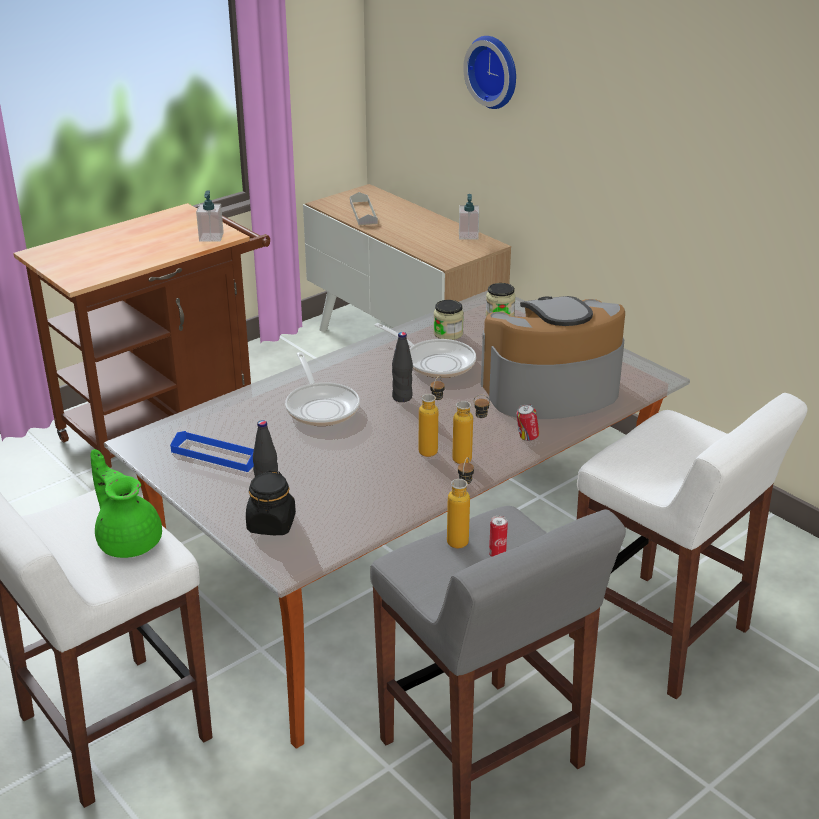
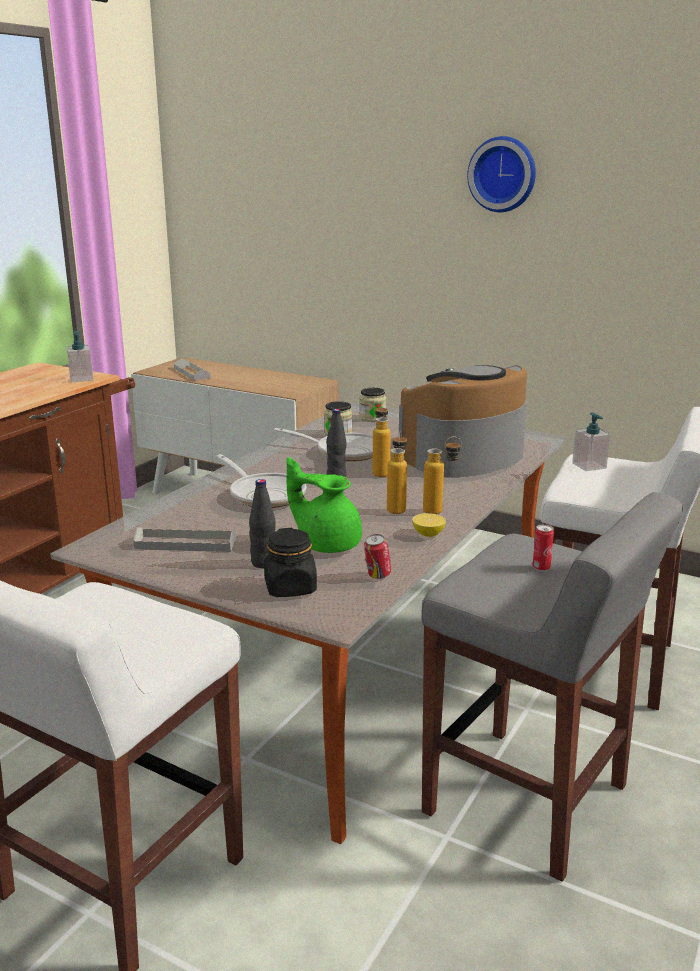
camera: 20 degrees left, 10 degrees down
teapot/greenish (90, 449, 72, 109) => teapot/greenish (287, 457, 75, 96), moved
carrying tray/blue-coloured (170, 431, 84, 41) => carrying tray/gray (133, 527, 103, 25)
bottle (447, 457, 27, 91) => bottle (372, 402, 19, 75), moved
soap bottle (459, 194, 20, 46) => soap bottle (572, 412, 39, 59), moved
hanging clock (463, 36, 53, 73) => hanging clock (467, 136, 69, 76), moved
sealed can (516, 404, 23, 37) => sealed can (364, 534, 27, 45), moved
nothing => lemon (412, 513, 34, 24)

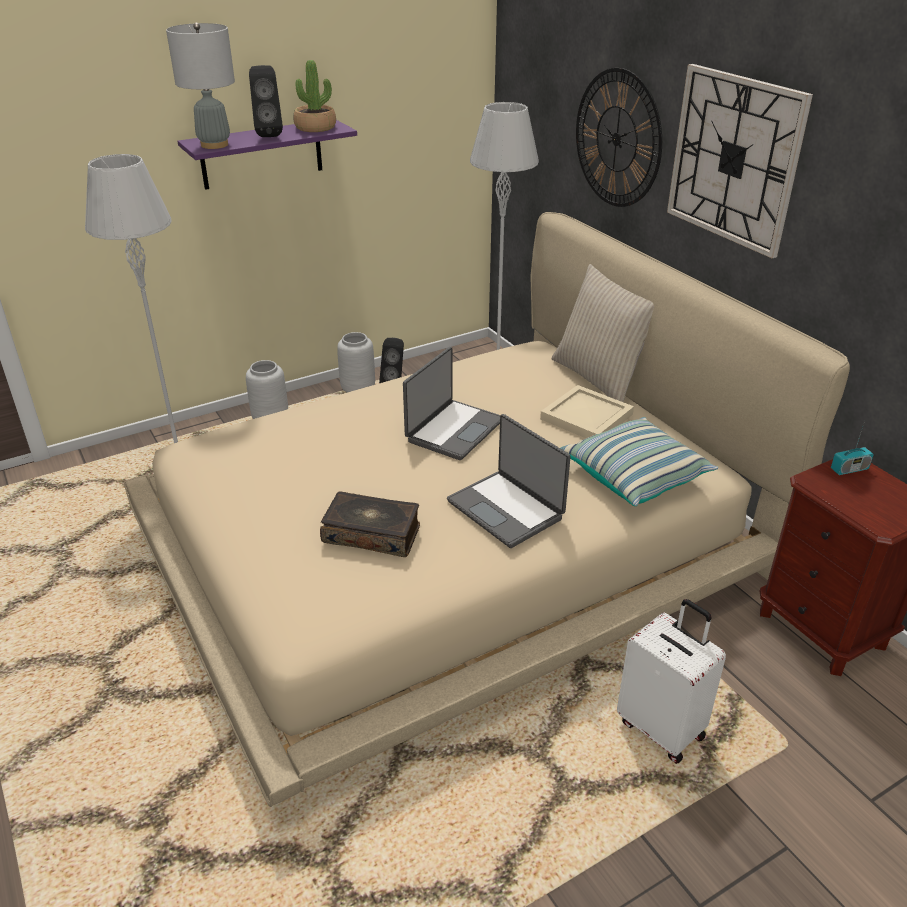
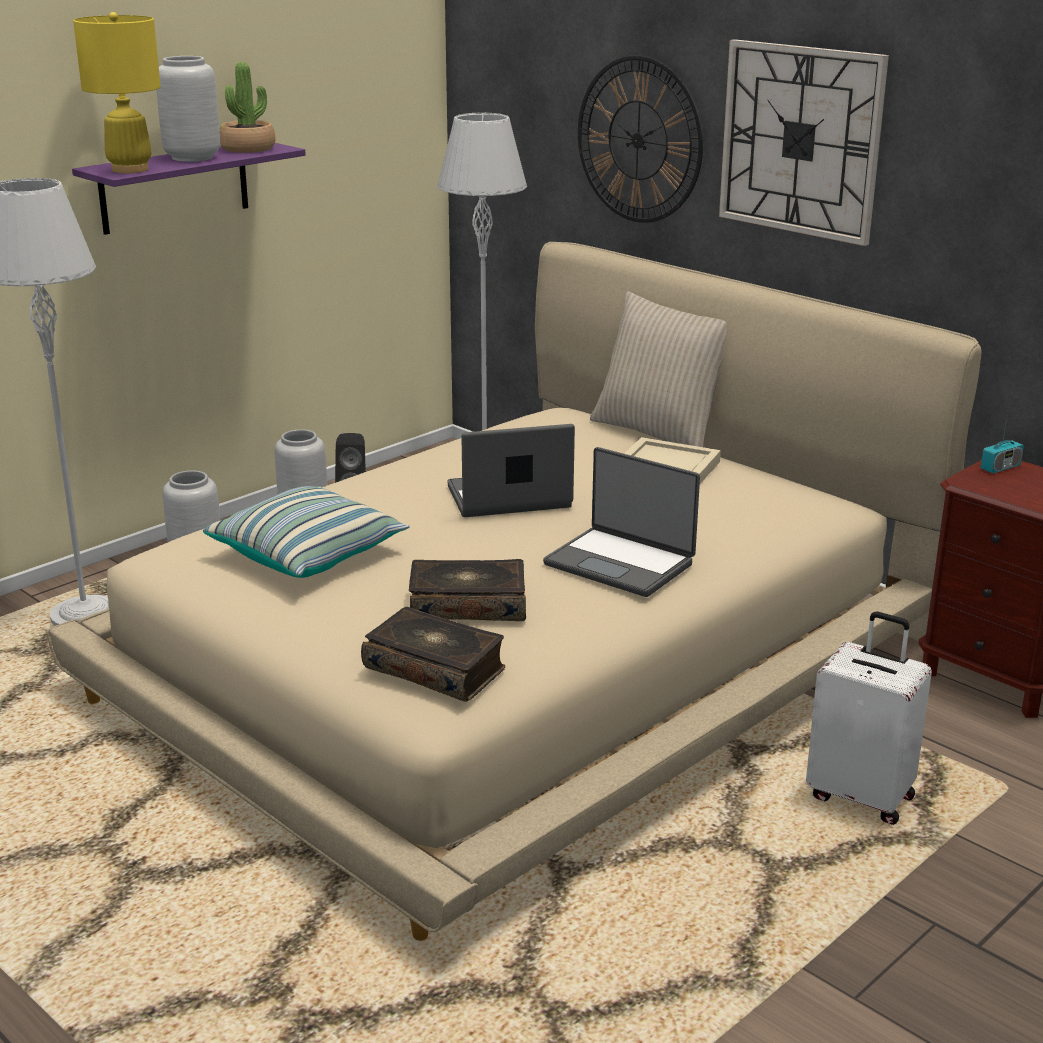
camera: 15 degrees left, 10 degrees down
table lamp/gray (166, 23, 69, 126) => table lamp/yellow (73, 12, 88, 161)
audio speaker/black-coloured (249, 65, 34, 72) => decorative vase/gray (156, 56, 64, 106)
notebook computer (403, 347, 98, 113) => notebook computer (448, 424, 127, 93), 120 degrees counterclockwise
cushion (561, 417, 157, 89) => cushion (203, 486, 207, 92), moved
nothing => bound book (361, 607, 144, 95)

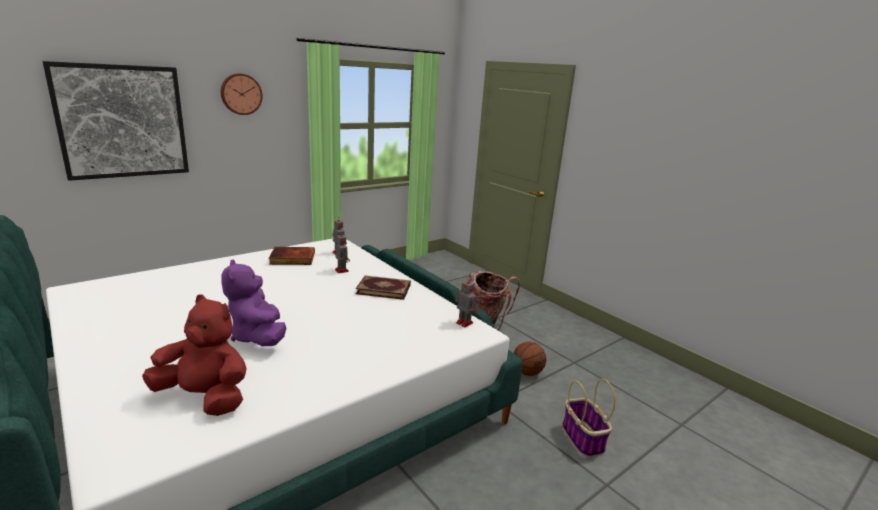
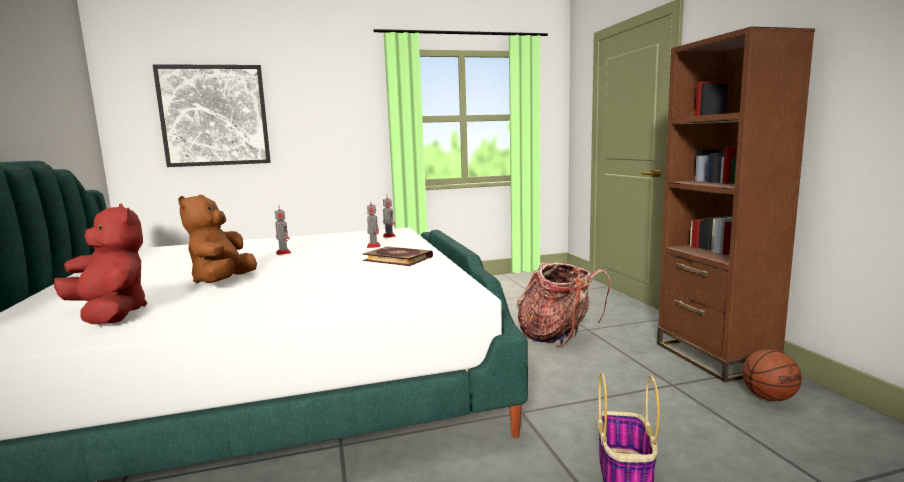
camera: 25 degrees right, 10 degrees down
hanging clock (221, 73, 42, 42) => nothing
plush toy/purple-coloured (222, 259, 64, 87) => plush toy/brownish (178, 195, 79, 88)
bound book (269, 247, 46, 18) => nothing
toy robot (455, 278, 23, 49) => toy robot (275, 209, 16, 46), moved
ball for basketball (513, 342, 33, 34) => ball for basketball (742, 349, 60, 52), moved
nothing => bookshelf/brownish (657, 27, 158, 355)

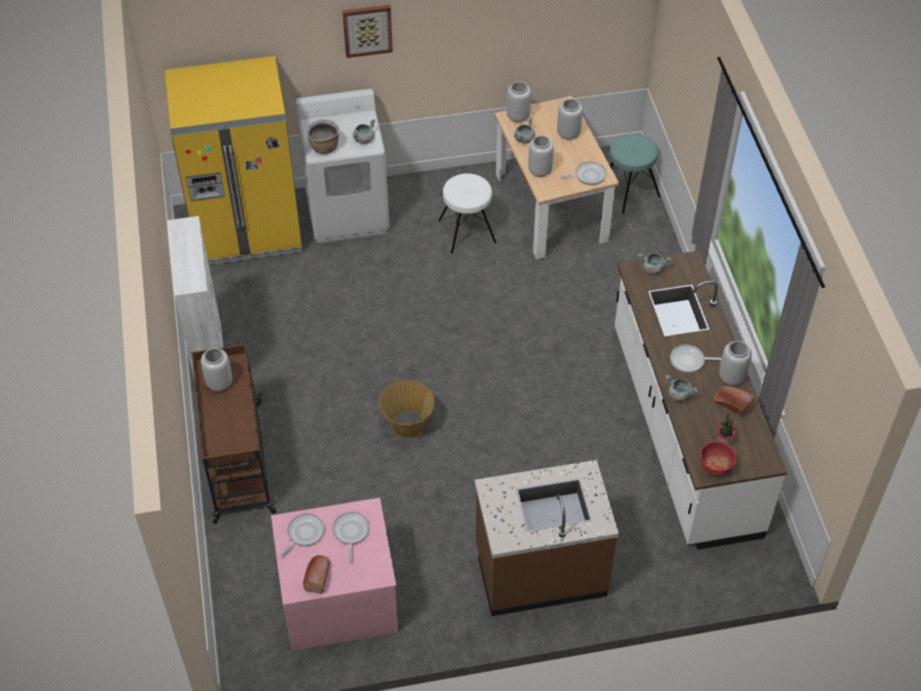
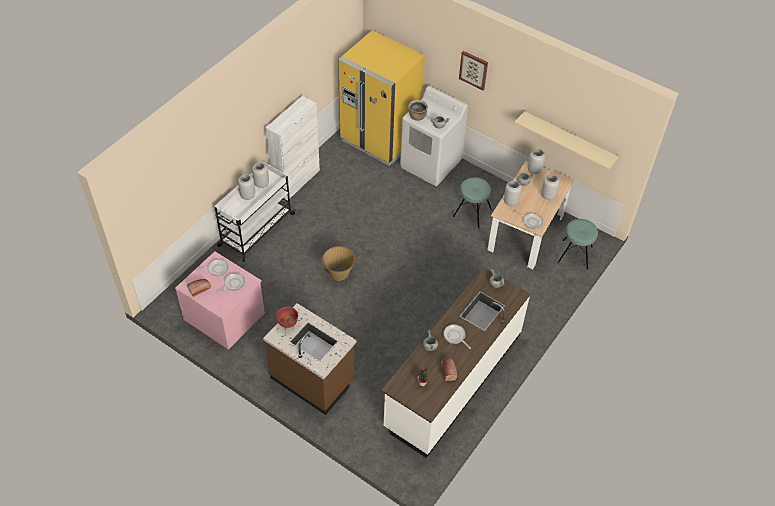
camera: 45 degrees right, 0 degrees up
wheeled cart/brownish (192, 344, 84, 180) => wheeled cart/whitish (214, 162, 82, 100)
stool seat/whitish (438, 173, 58, 80) => stool seat/turquoise (453, 177, 39, 52)
serving bowl/reddish (700, 441, 37, 35) => serving bowl/reddish (276, 307, 22, 21), moved
decorative vase/gray (719, 341, 33, 44) => decorative vase/gray (238, 174, 17, 26), moved
nothing => shelf/sand-coloured (515, 111, 104, 58)

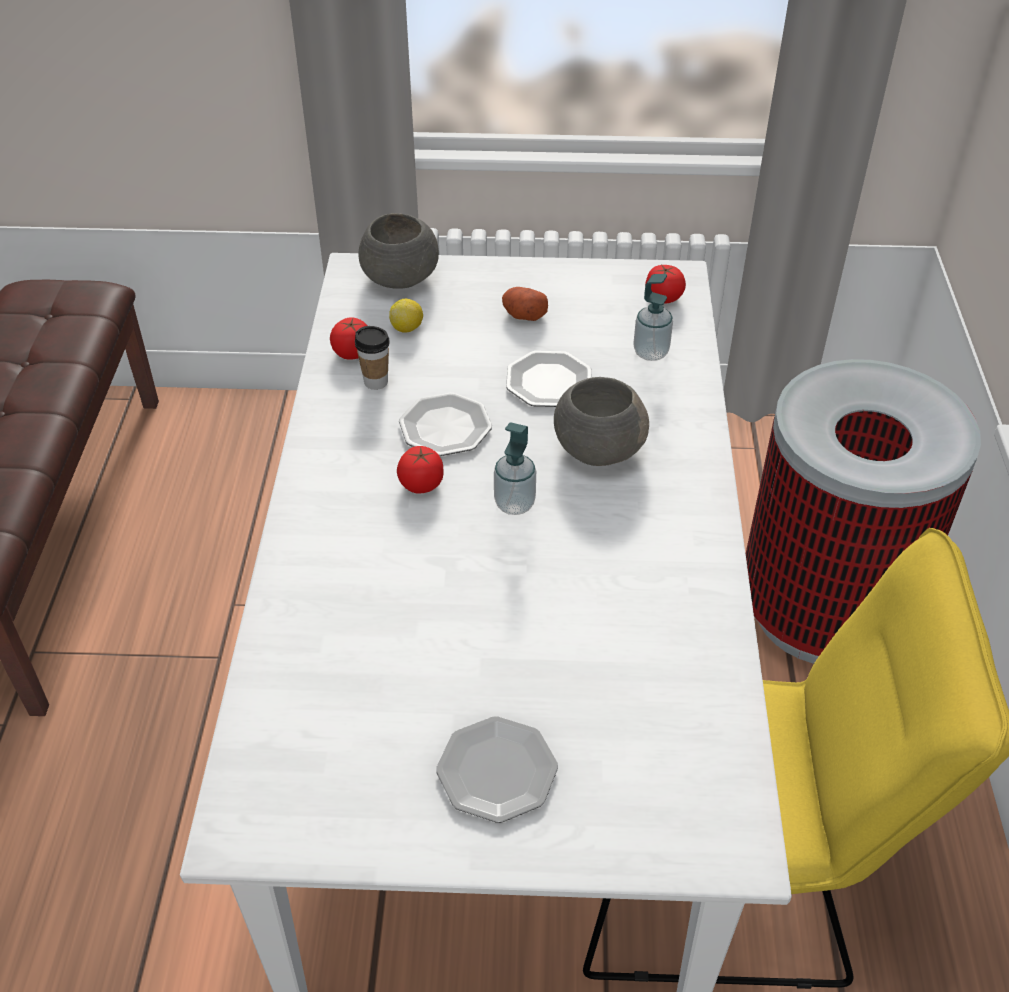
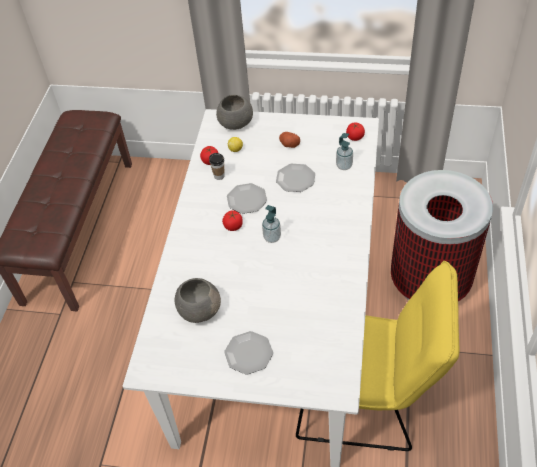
camera: 10 degrees right, 5 degrees up
serving bowl/gray (554, 377, 95, 89) => serving bowl/gray (175, 278, 46, 45), moved

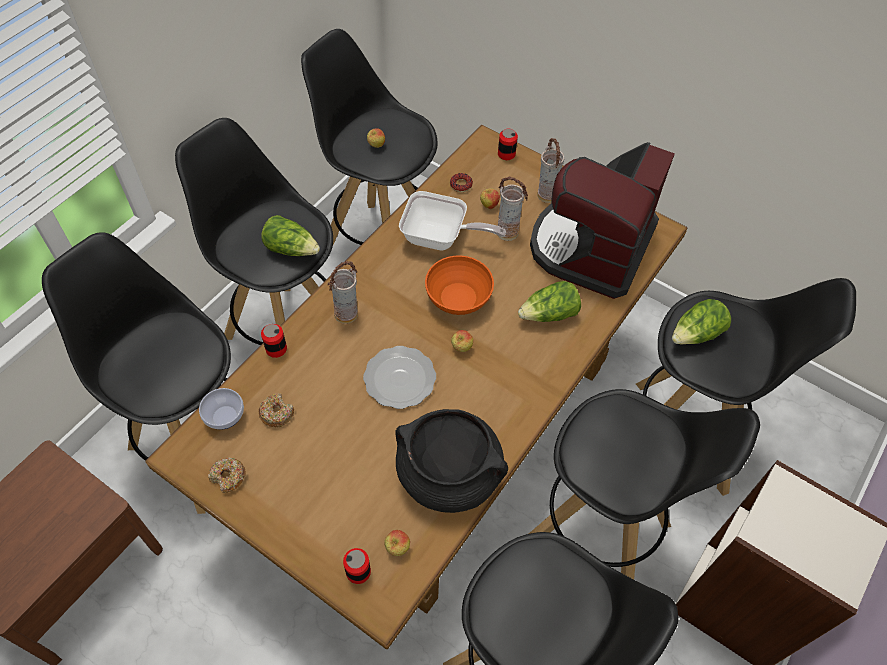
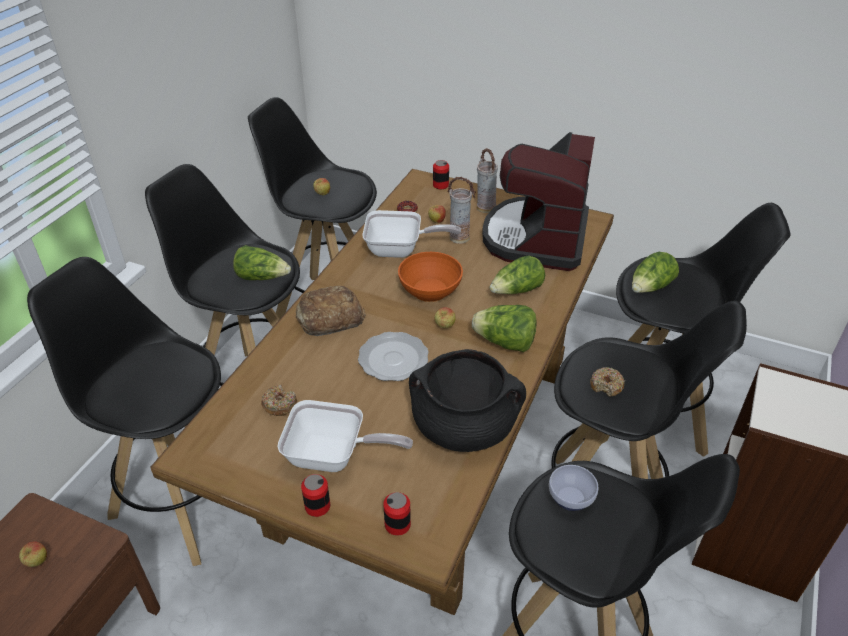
camera: 10 degrees left, 15 degrees down
serving bowl (199, 388, 45, 42) => serving bowl (549, 465, 49, 46), moved
donut (208, 457, 38, 36) => donut (590, 367, 35, 30), moved
sealed can (261, 324, 26, 34) => sealed can (301, 474, 29, 43), moved
decorative vase (328, 261, 30, 63) => baked bread (296, 286, 70, 50)
apple fruit (384, 530, 26, 26) => apple fruit (19, 541, 28, 26), moved
nothing => skillet (277, 400, 136, 72)
nothing => lettuce (472, 305, 65, 47)

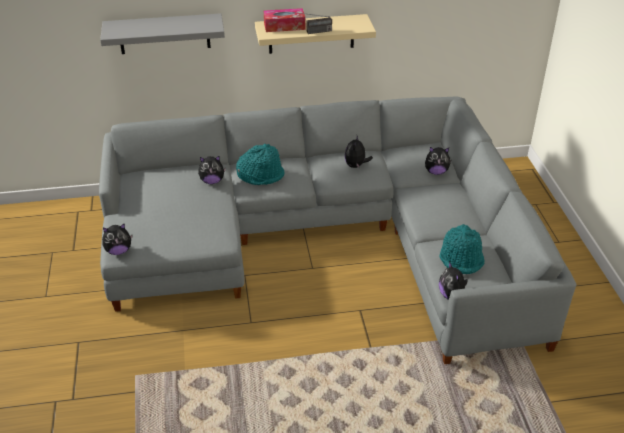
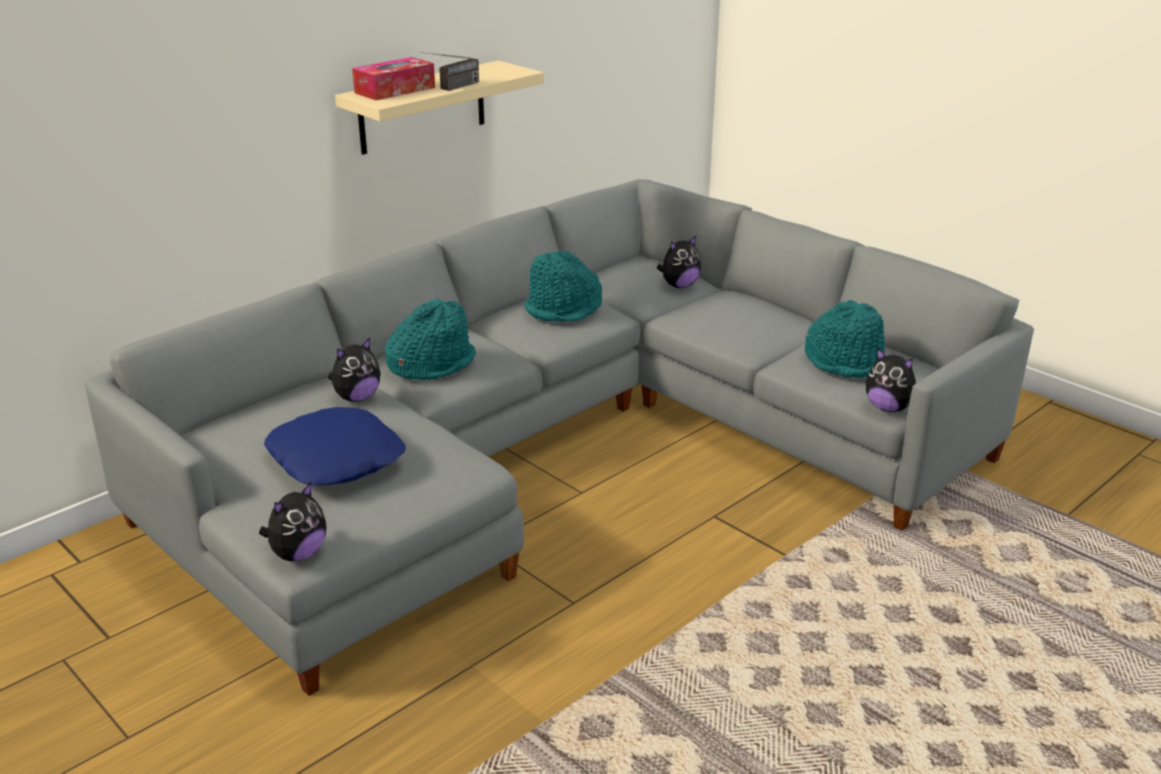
camera: 35 degrees left, 10 degrees down
shelf/gray (100, 13, 125, 41) => nothing
plush toy (345, 136, 28, 32) => wearable hat/turquoise (525, 251, 77, 71)
nothing => cushion/blue-coloured (264, 407, 142, 79)

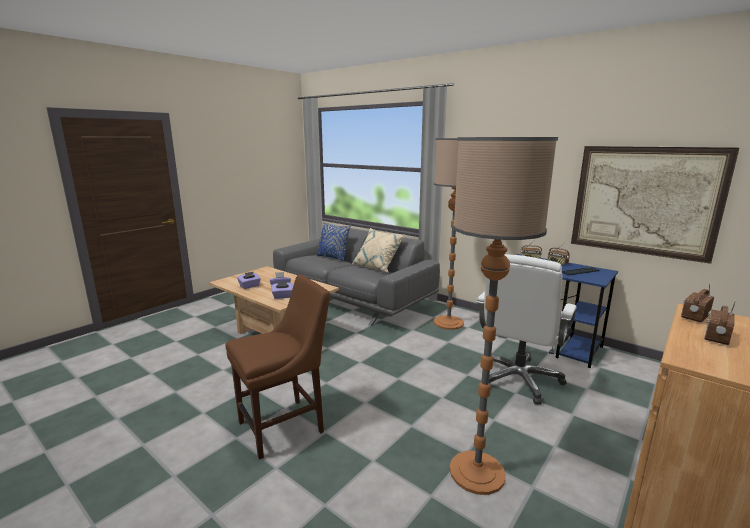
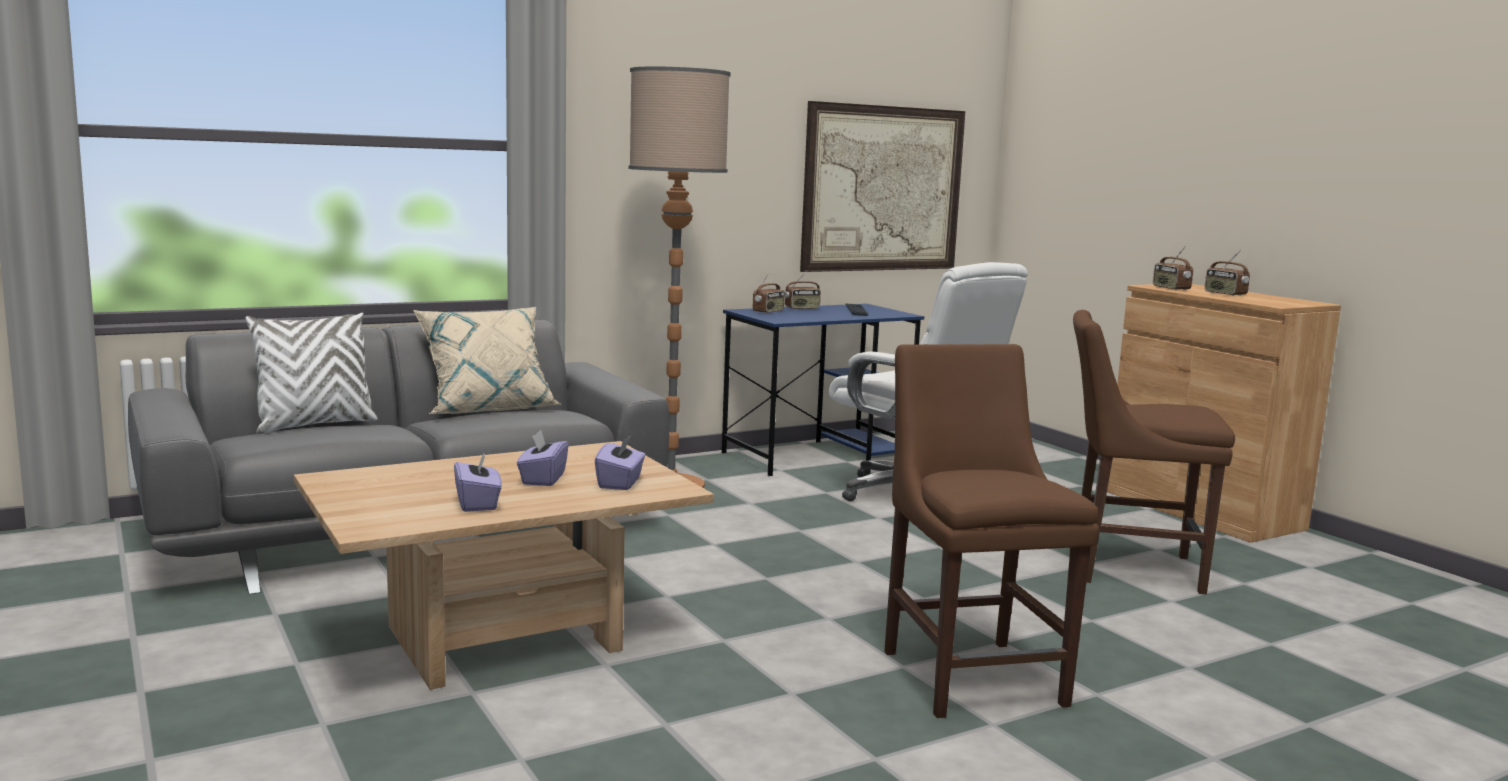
camera: 70 degrees left, 5 degrees down
cushion/blue-coloured (317, 222, 34, 39) => cushion/whitish (246, 313, 132, 121)
floor lamp (450, 137, 108, 358) => plain chair/brownish (1073, 310, 162, 285)

